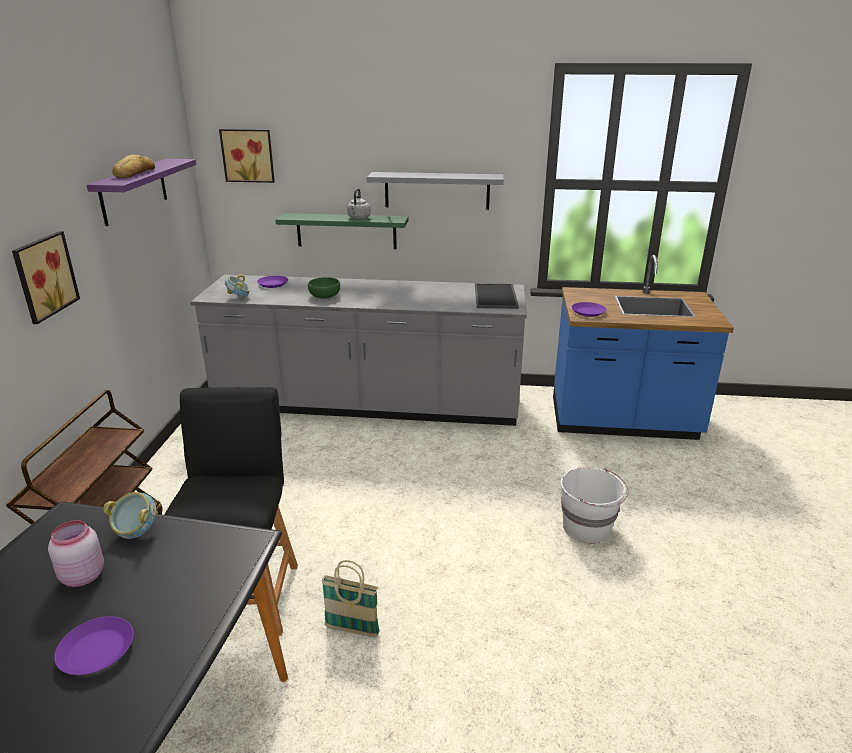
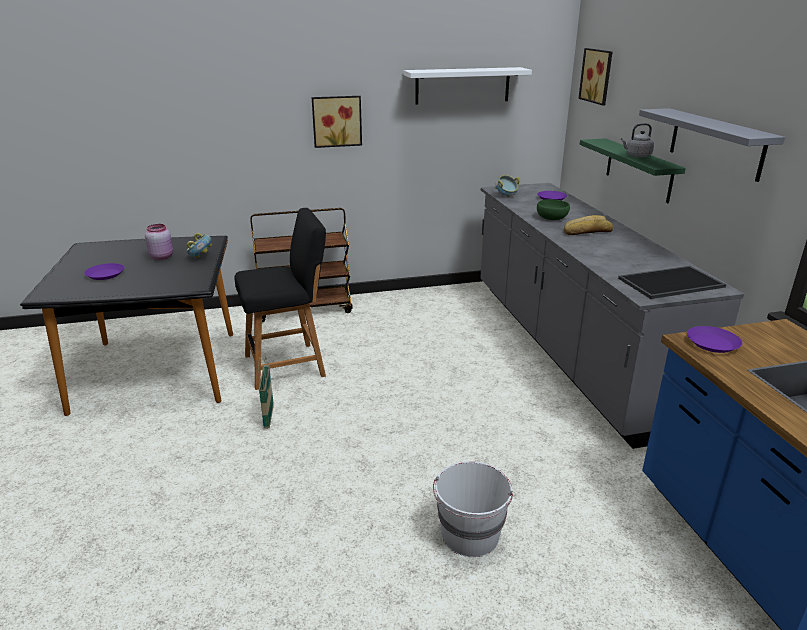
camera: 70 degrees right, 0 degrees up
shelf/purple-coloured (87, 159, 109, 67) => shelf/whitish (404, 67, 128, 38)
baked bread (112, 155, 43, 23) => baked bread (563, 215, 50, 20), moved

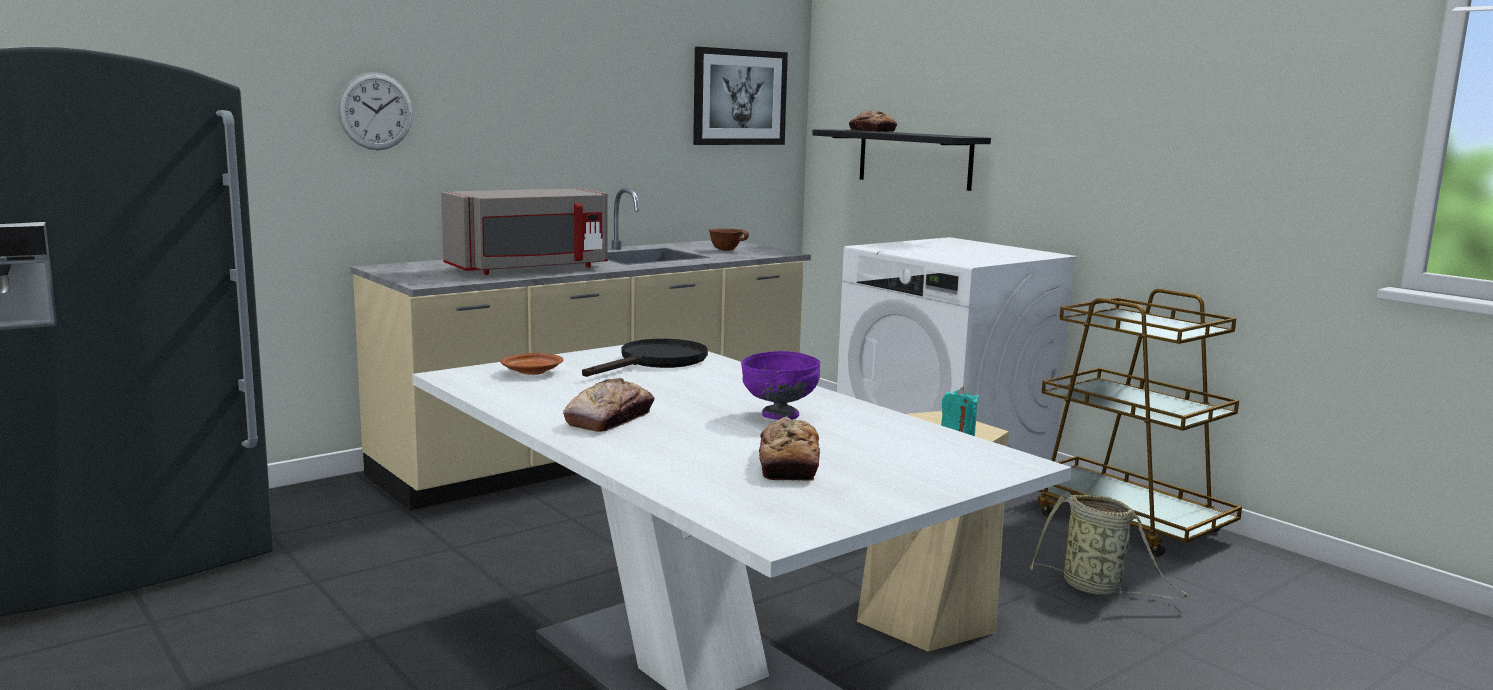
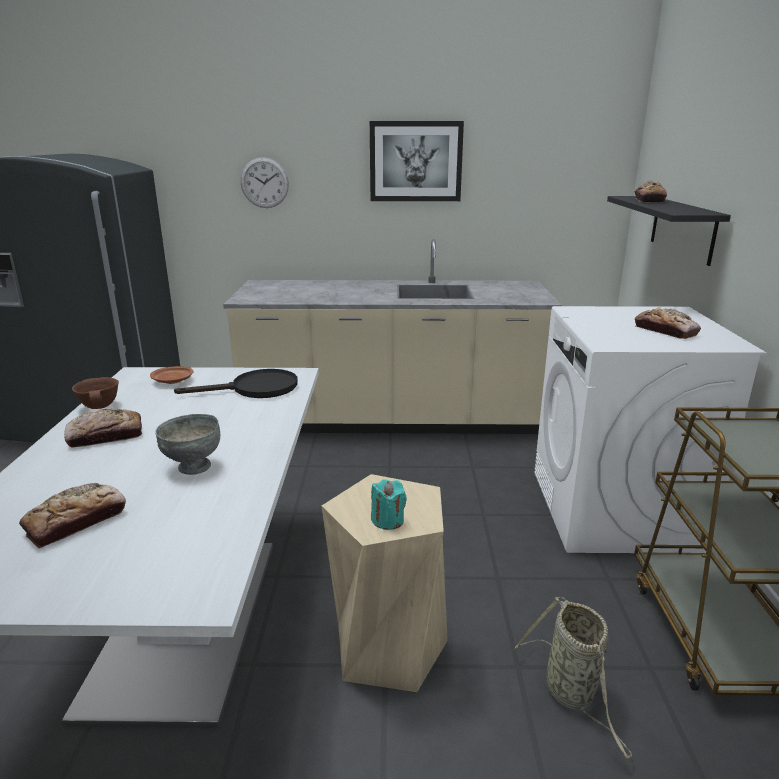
camera: 40 degrees right, 10 degrees up
microwave oven/gray (441, 188, 167, 87) => nothing
picture (693, 47, 95, 98) => picture (370, 121, 94, 80), moved
serving bowl/brownish (709, 228, 40, 23) => serving bowl/brownish (72, 377, 47, 32), moved
serving bowl/purple-coloured (741, 351, 80, 69) => serving bowl/gray (155, 414, 65, 61)
nothing => baked bread (635, 307, 66, 32)

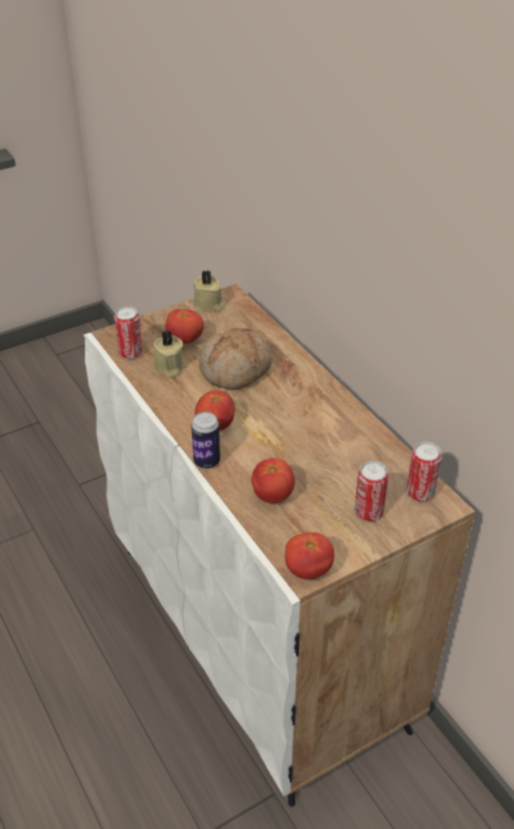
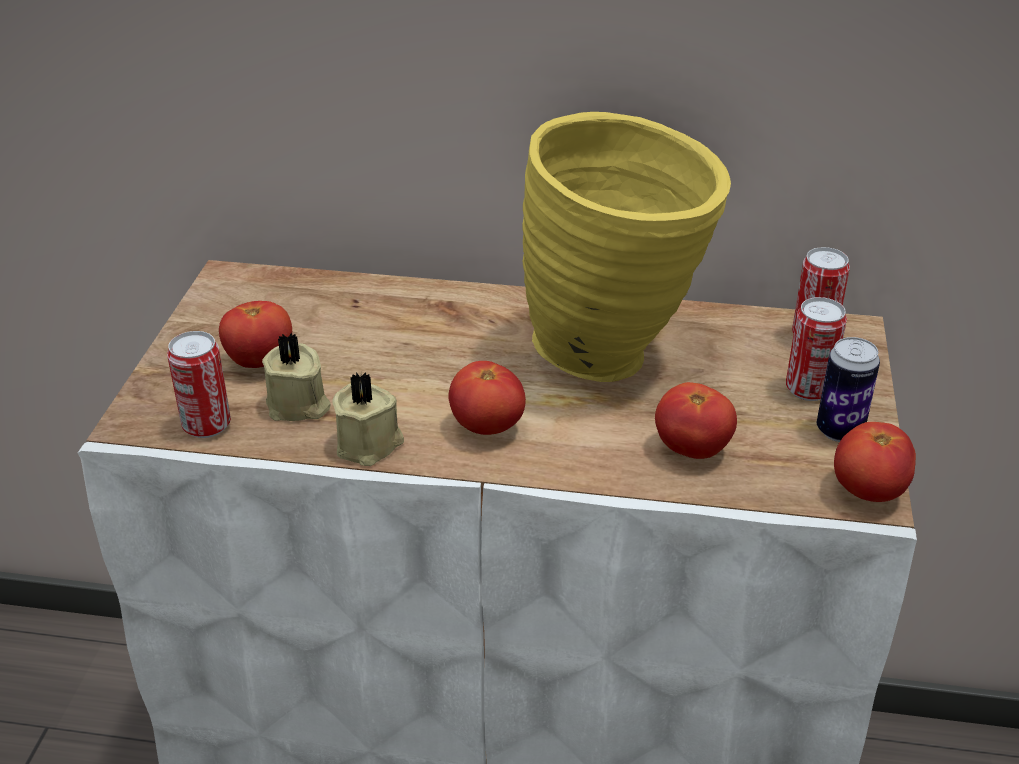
camera: 50 degrees left, 5 degrees down
sealed can (191, 412, 29, 57) => sealed can (817, 337, 63, 105), moved
wax candle/sand-coloured (193, 270, 31, 42) => wax candle/sand-coloured (333, 372, 71, 94), moved
baked bread (199, 328, 73, 62) => nothing
nothing => decorative vase/yellow (522, 112, 209, 270)

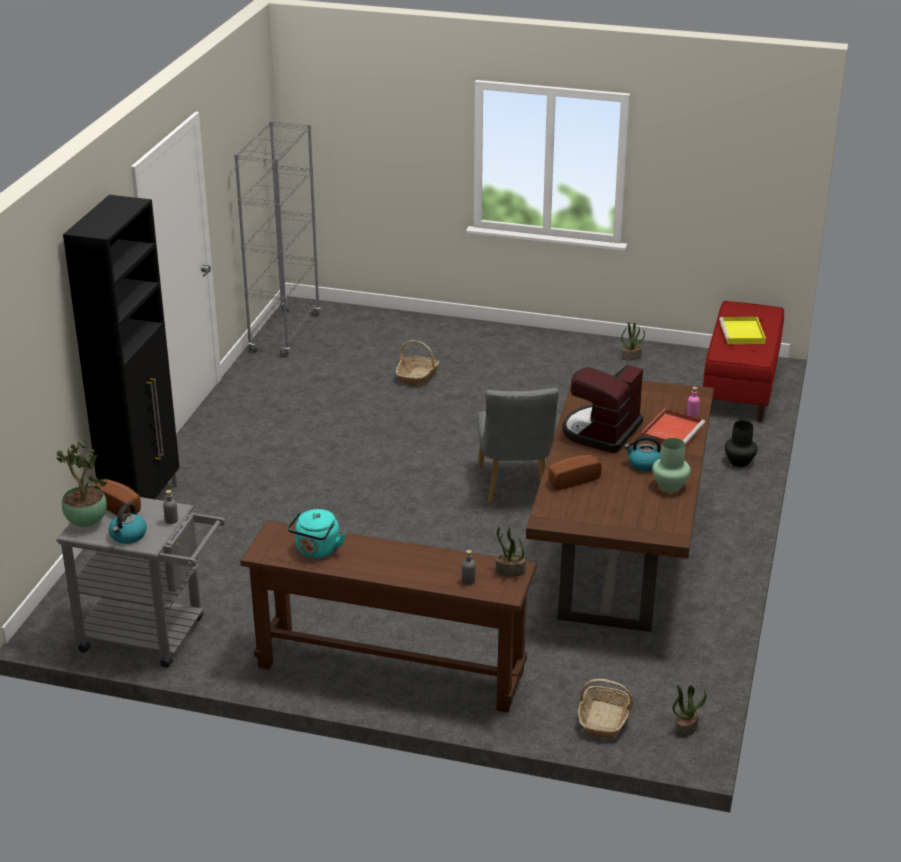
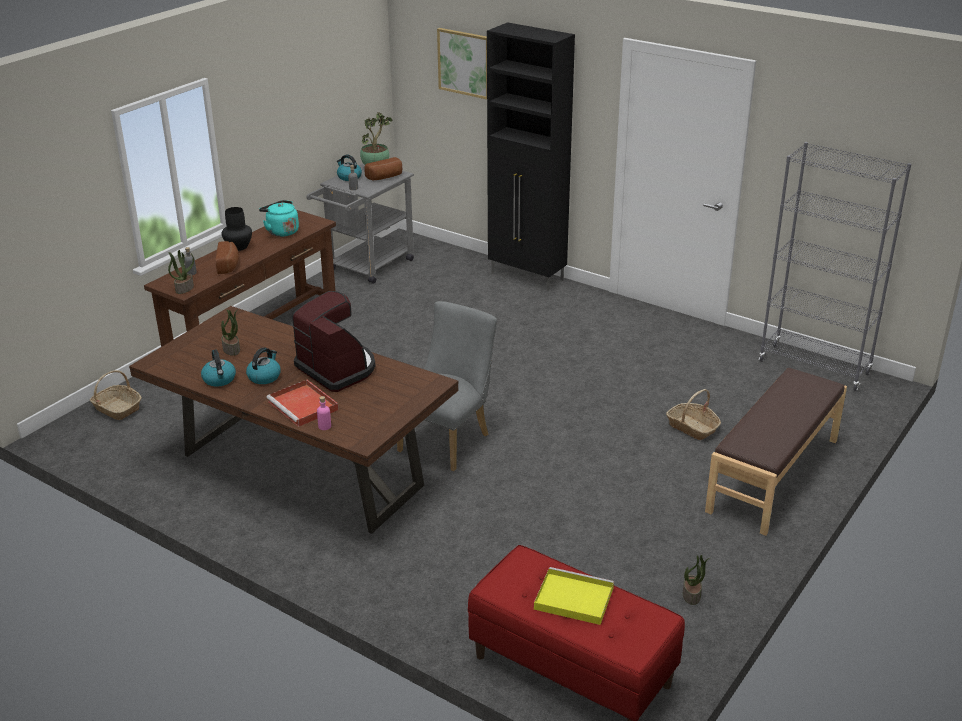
camera: 110 degrees right, 0 degrees up
plain chair/gray (477, 388, 82, 114) => plain chair/gray (397, 301, 100, 170), 105 degrees clockwise
baked bread (548, 455, 54, 35) => baked bread (215, 241, 24, 33), moved
decorative vase/greenish (652, 438, 39, 54) => tea kettle (201, 350, 35, 37)
potted plant (672, 684, 34, 53) => potted plant (221, 309, 19, 47), moved
decorative vase/black-coloured (725, 421, 33, 46) => decorative vase/black-coloured (222, 207, 30, 44), moved
nothing => picture (437, 28, 50, 71)
nothing => long seat/brownish (705, 368, 142, 168)

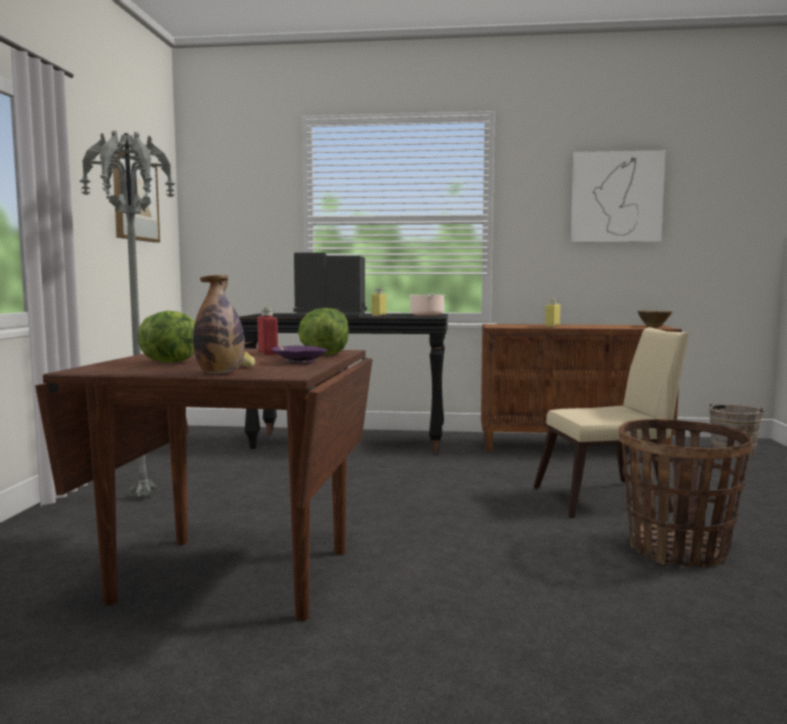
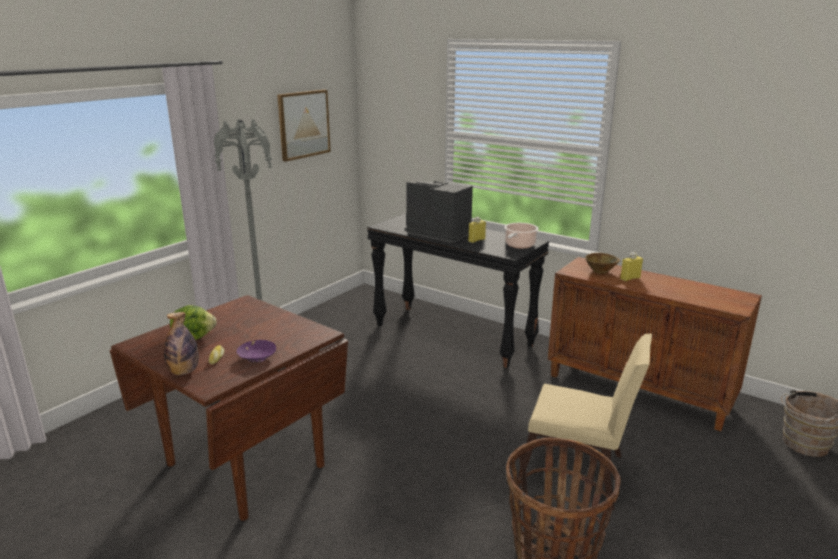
camera: 30 degrees right, 15 degrees up
bottle/reddish (257, 307, 21, 48) => nothing
lettuce (298, 308, 51, 47) => nothing
picture (570, 150, 96, 93) => nothing
serving bowl/brownish (637, 310, 36, 16) => serving bowl/brownish (585, 253, 35, 21), moved

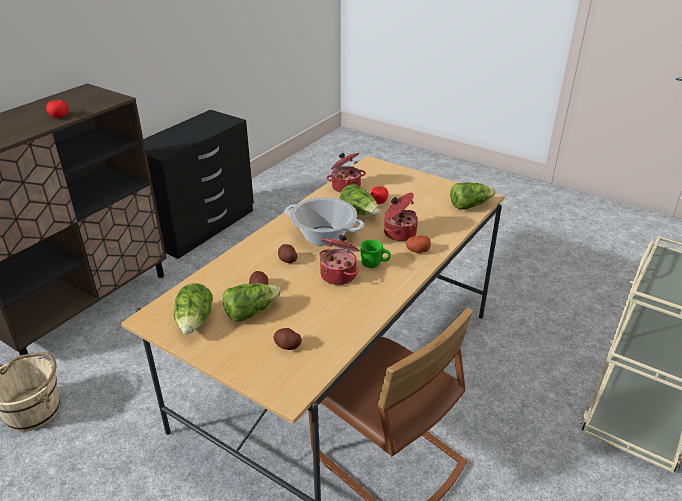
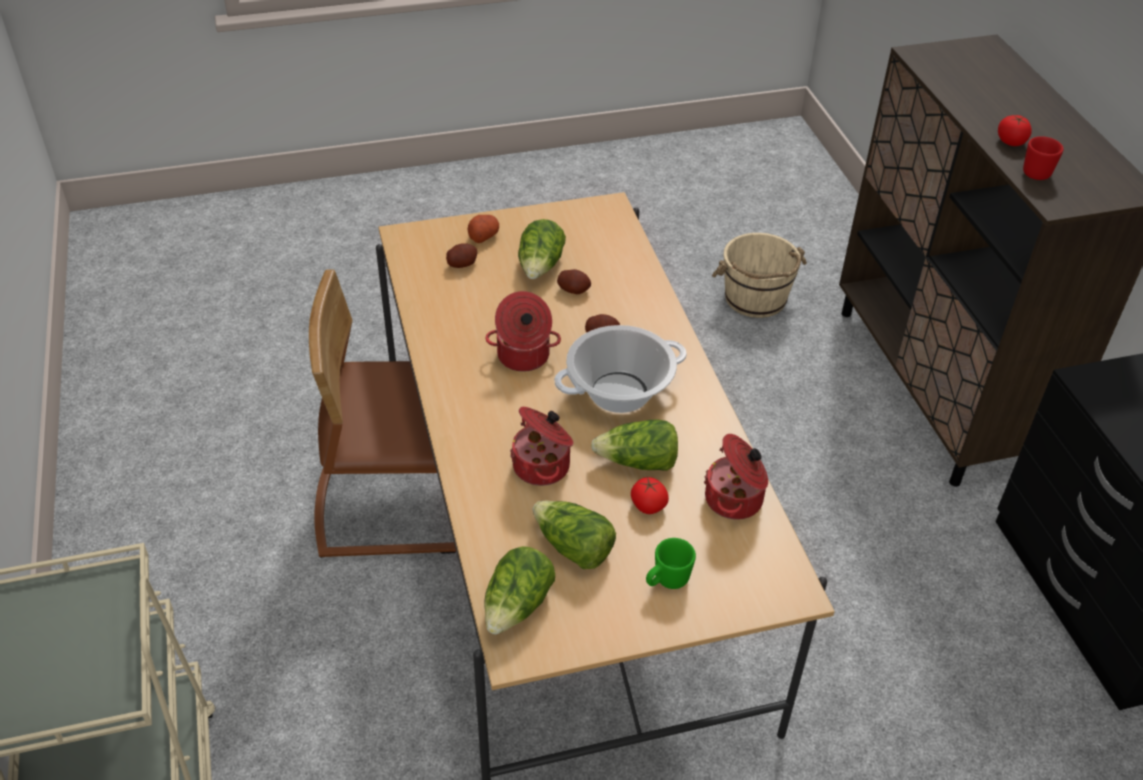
camera: 130 degrees right, 10 degrees up
lettuce (174, 283, 39, 52) => lettuce (532, 501, 84, 68), moved
mug/greenish (360, 239, 31, 29) => mug/greenish (646, 538, 50, 51), moved
spud (406, 236, 25, 17) => spud (468, 215, 31, 28), moved
nothing => mug/reddish (1023, 136, 41, 44)

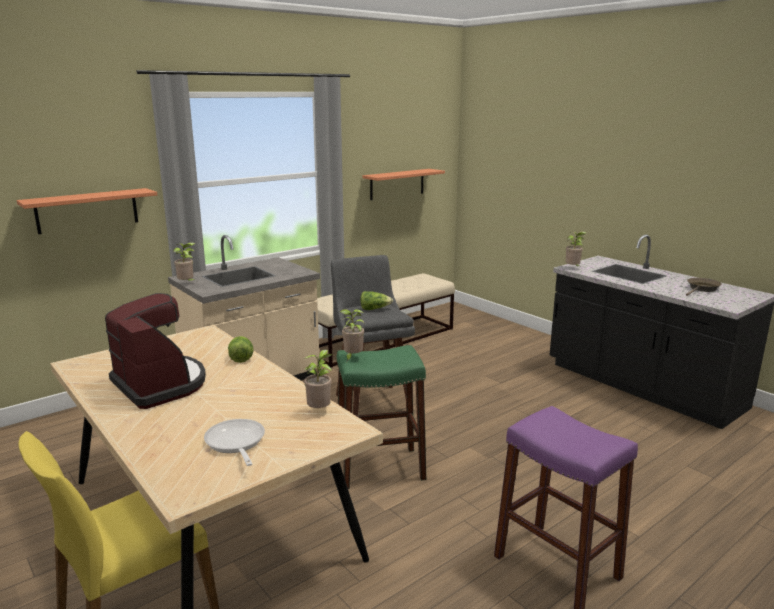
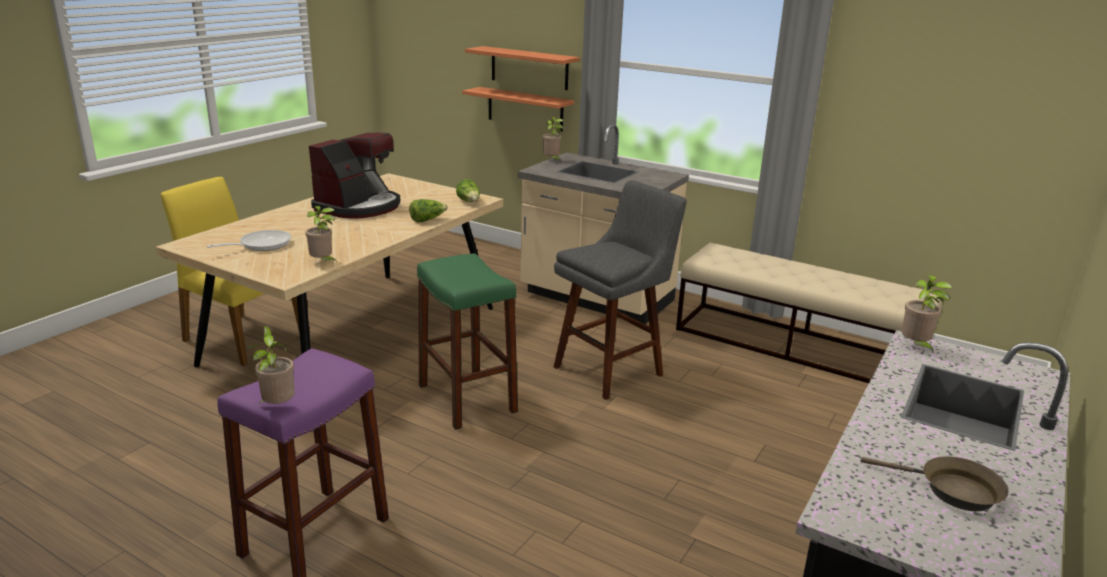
camera: 70 degrees right, 5 degrees up
potted plant (340, 309, 25, 53) => potted plant (247, 326, 48, 78), moved
lettuce (360, 291, 33, 19) => lettuce (456, 179, 24, 23), moved
shelf (363, 169, 82, 31) => shelf (462, 87, 112, 45), moved

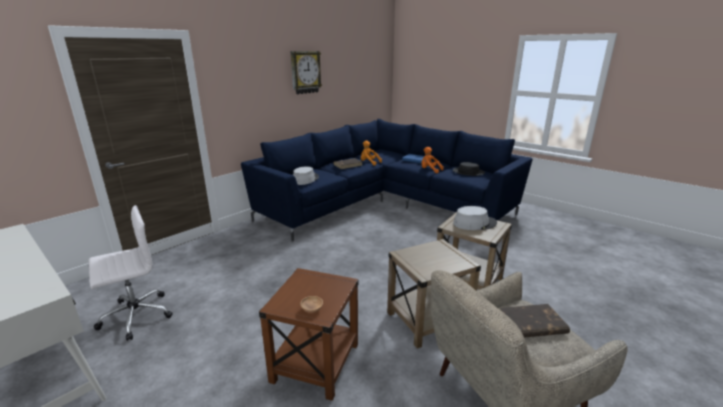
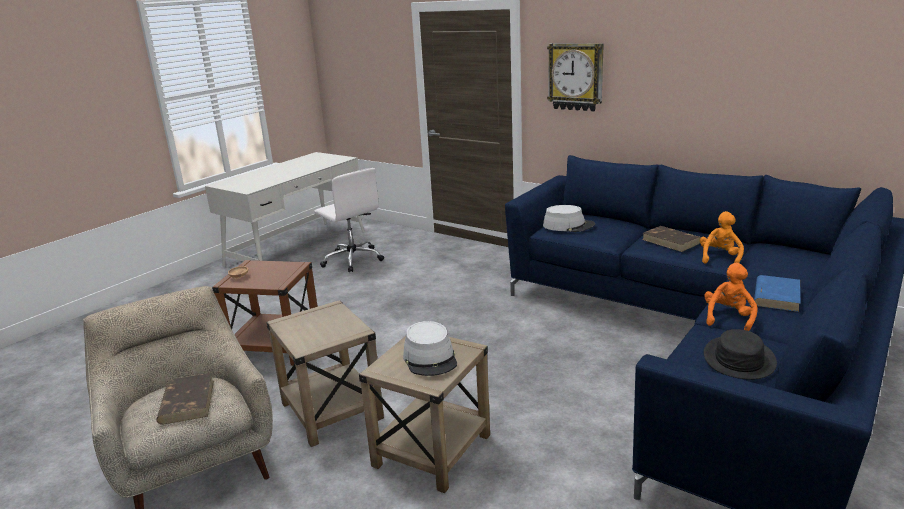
camera: 85 degrees right, 0 degrees up
hanging clock (291, 51, 31, 43) => hanging clock (547, 43, 57, 68), moved

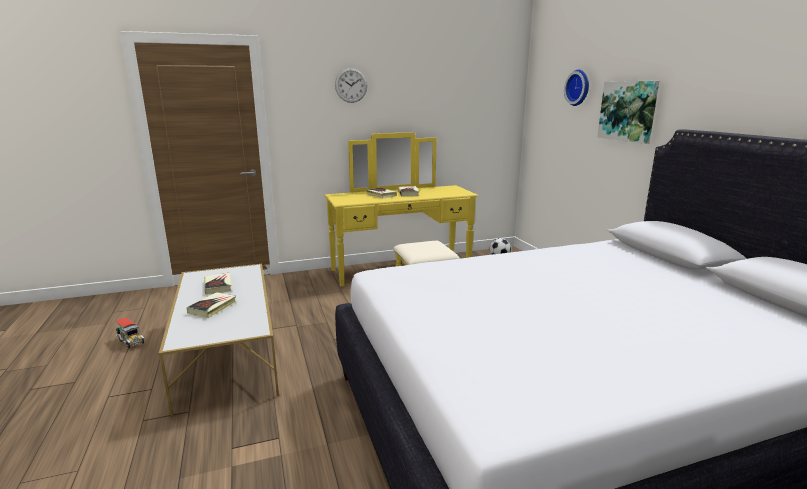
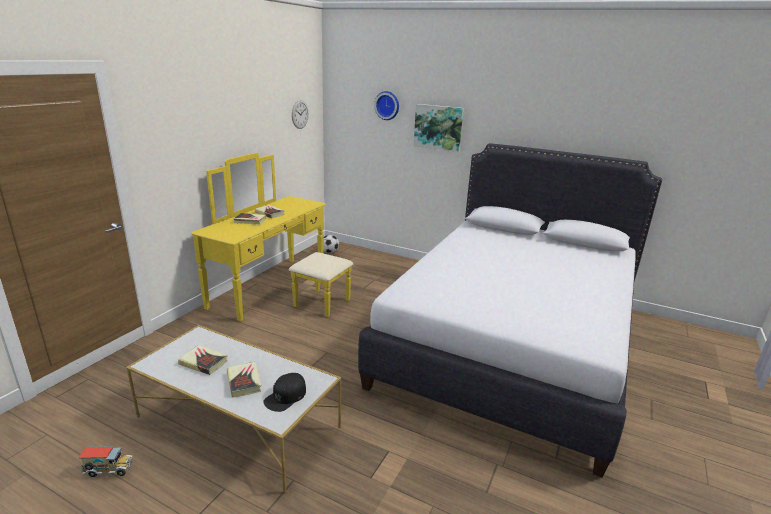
camera: 45 degrees left, 5 degrees up
hanging clock (335, 68, 32, 35) => hanging clock (292, 100, 17, 29), moved
nothing => baseball cap/black-coloured (263, 373, 43, 39)

